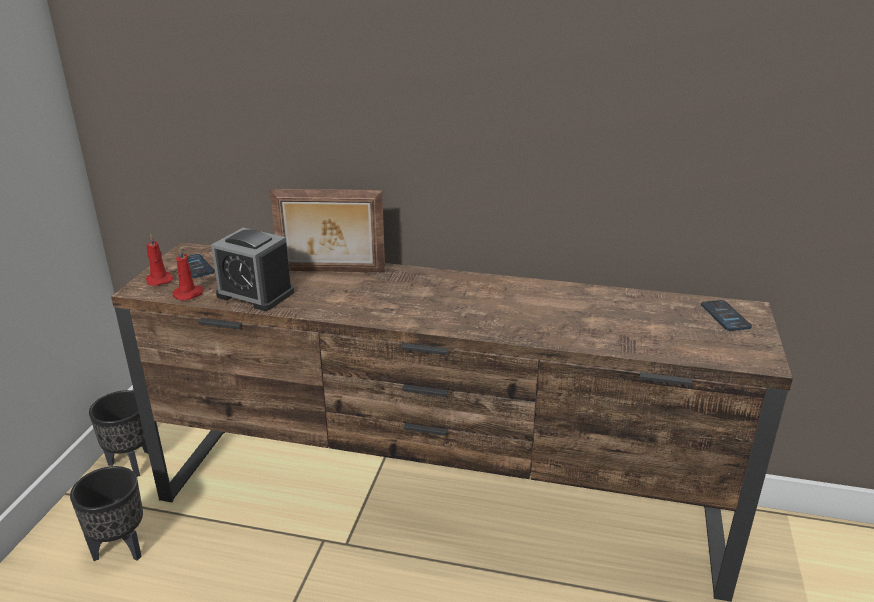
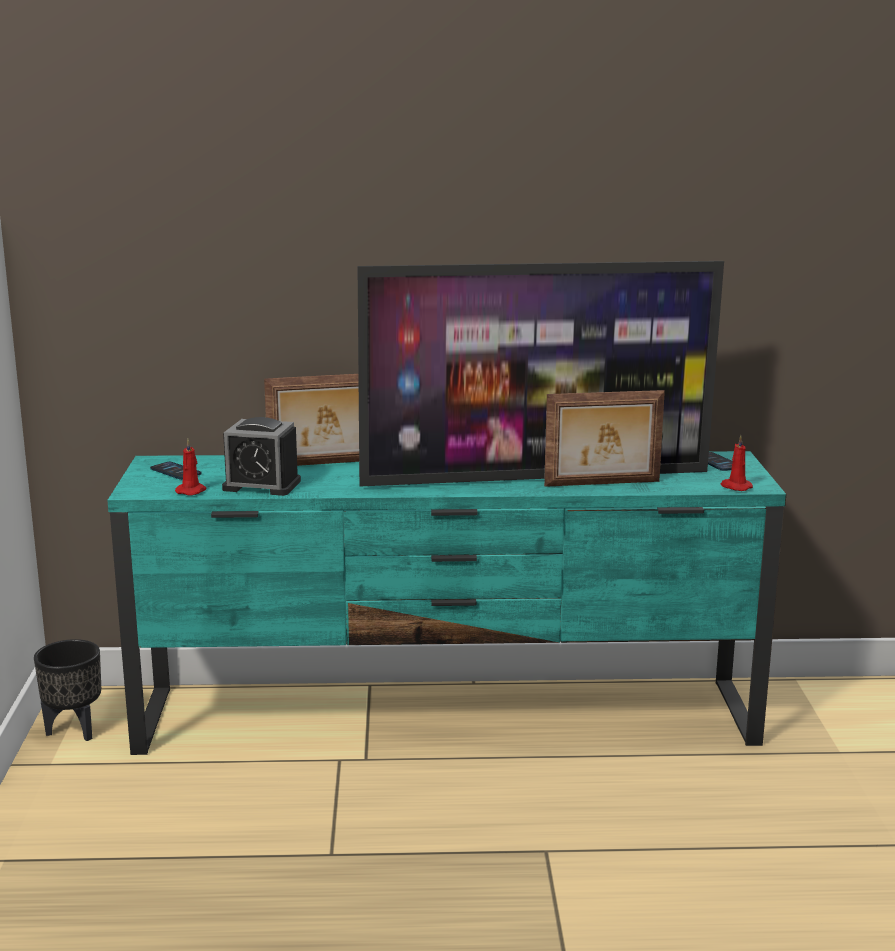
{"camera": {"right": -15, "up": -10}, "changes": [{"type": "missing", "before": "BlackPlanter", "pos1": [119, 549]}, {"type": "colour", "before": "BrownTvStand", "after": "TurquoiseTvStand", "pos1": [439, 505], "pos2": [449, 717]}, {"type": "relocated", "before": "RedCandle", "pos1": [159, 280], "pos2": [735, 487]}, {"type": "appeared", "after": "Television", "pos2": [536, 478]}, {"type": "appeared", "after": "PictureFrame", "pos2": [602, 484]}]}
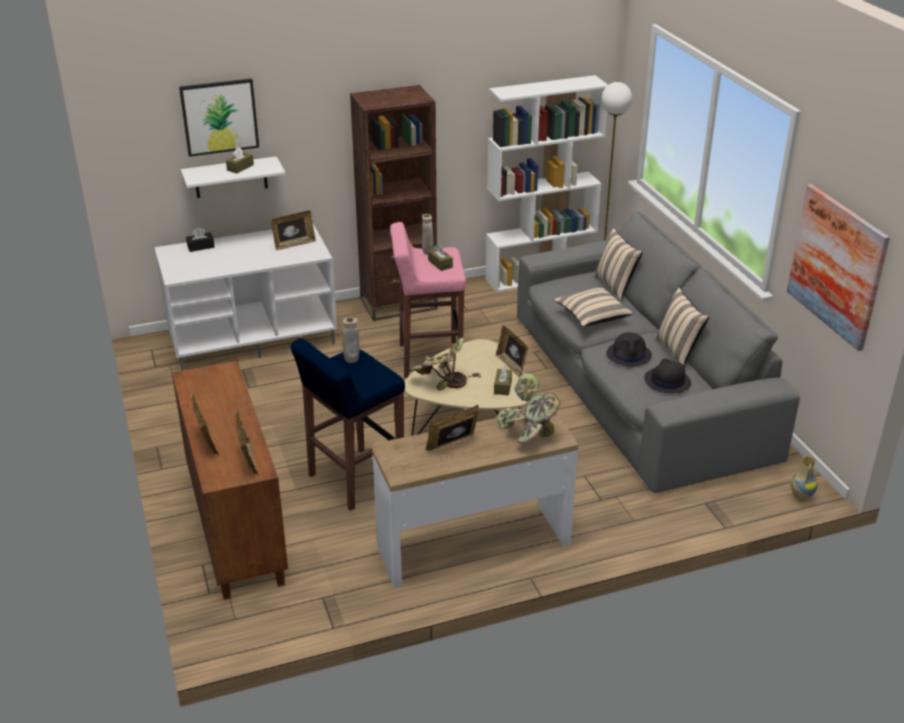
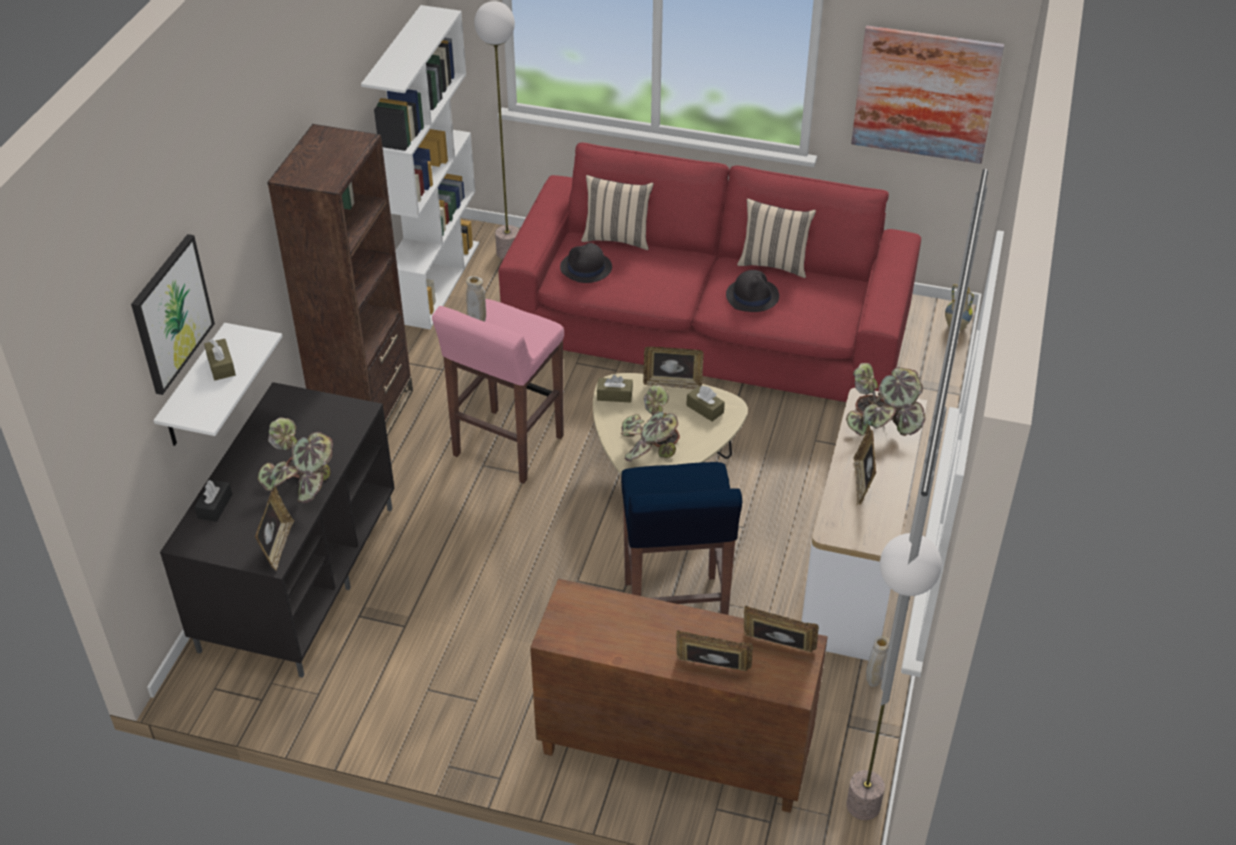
{"camera": {"right": -55, "up": 10}, "changes": [{"type": "colour", "before": "WhiteTvStand", "after": "BlackTvStand", "pos1": [253, 338], "pos2": [298, 575]}, {"type": "relocated", "before": "PictureFrame", "pos1": [294, 244], "pos2": [277, 546]}, {"type": "relocated", "before": "BeigeVase", "pos1": [351, 360], "pos2": [873, 681]}, {"type": "relocated", "before": "BrownTissueBox", "pos1": [440, 264], "pos2": [614, 395]}, {"type": "colour", "before": "GreySofa", "after": "RedSofa", "pos1": [635, 387], "pos2": [707, 329]}, {"type": "missing", "before": "BeigePillow", "pos1": [592, 317]}, {"type": "relocated", "before": "BlackHat", "pos1": [667, 381], "pos2": [586, 268]}, {"type": "appeared", "after": "PottedPlant", "pos2": [302, 484]}, {"type": "appeared", "after": "FloorLamp", "pos2": [862, 805]}]}
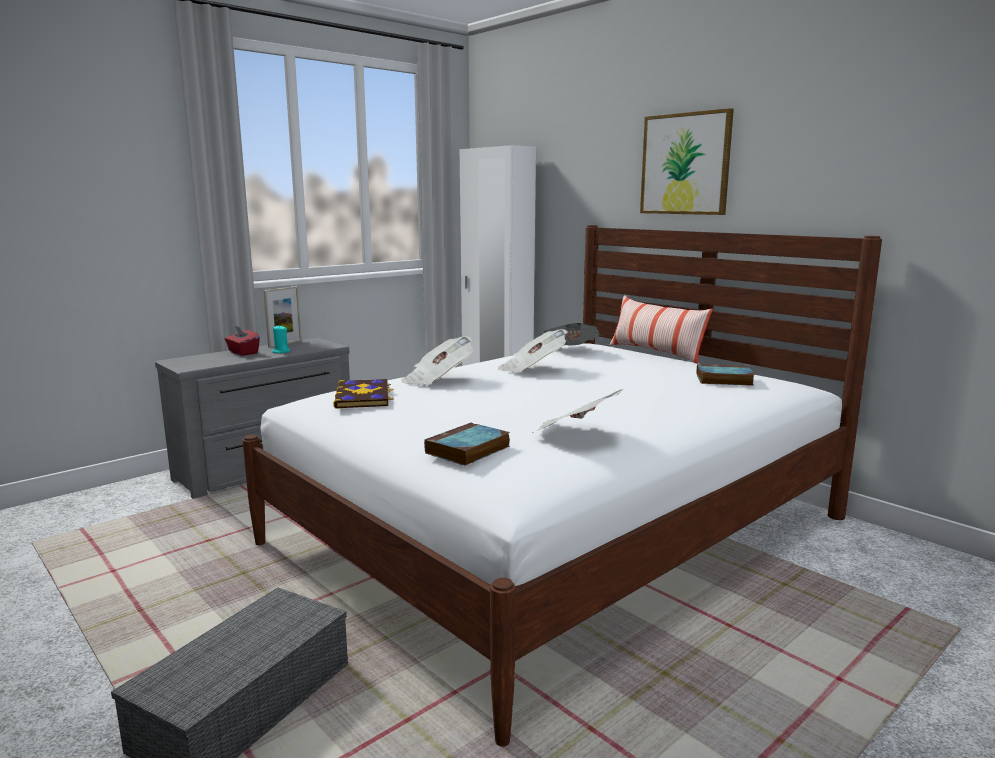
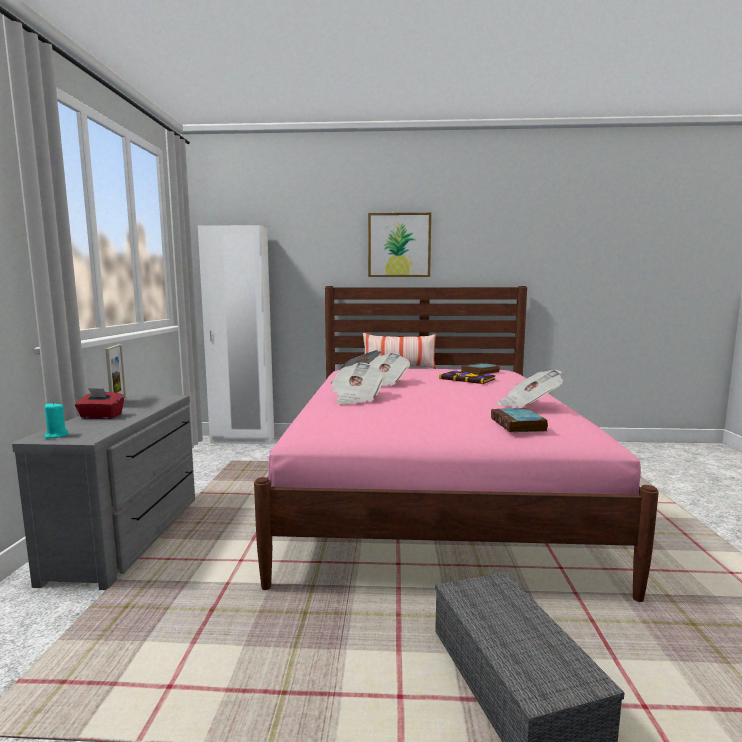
{"camera": {"right": -45, "up": -5}, "changes": [{"type": "colour", "before": "WhiteBed", "after": "PinkBed", "pos1": [560, 530], "pos2": [431, 491]}, {"type": "relocated", "before": "TurquoiseCandle", "pos1": [281, 352], "pos2": [56, 435]}, {"type": "relocated", "before": "Book", "pos1": [364, 396], "pos2": [467, 379]}]}
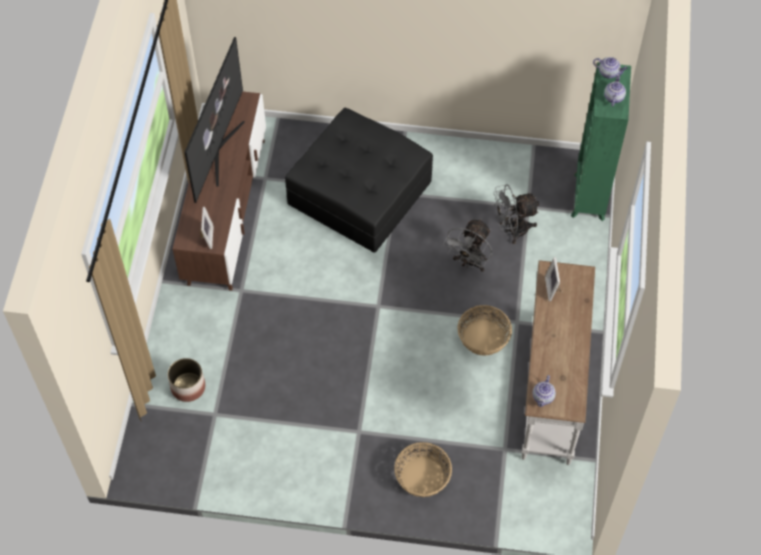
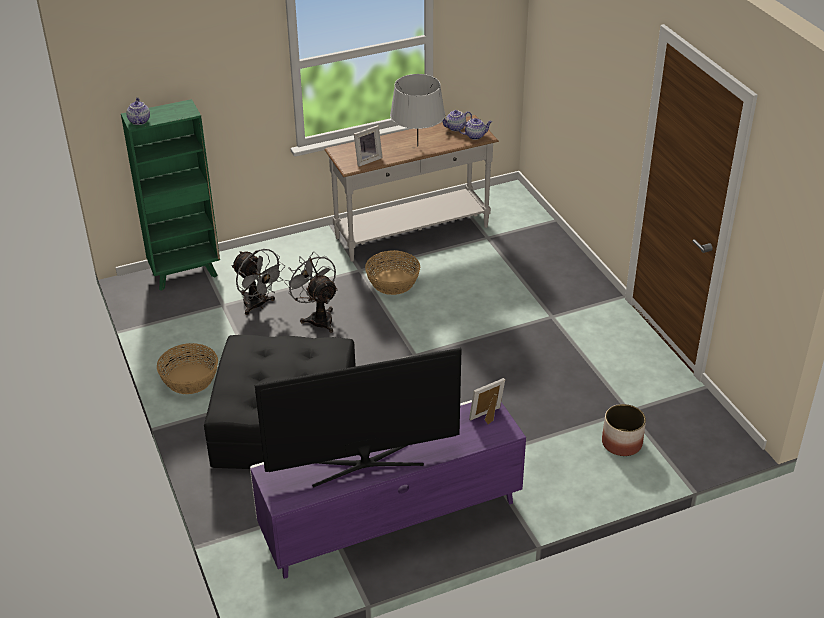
{"camera": {"right": -120, "up": -20}, "changes": [{"type": "colour", "before": "BrownTvStand", "after": "PurpleTvStand", "pos1": [226, 210], "pos2": [390, 519]}, {"type": "relocated", "before": "Basket", "pos1": [422, 477], "pos2": [190, 379]}, {"type": "spun", "before": "GreyFan", "pos1": [469, 262], "pos2": [317, 317], "turn": -120}, {"type": "relocated", "before": "Teapot", "pos1": [613, 97], "pos2": [455, 128]}, {"type": "appeared", "after": "GreyTableLamp", "pos2": [418, 146]}]}
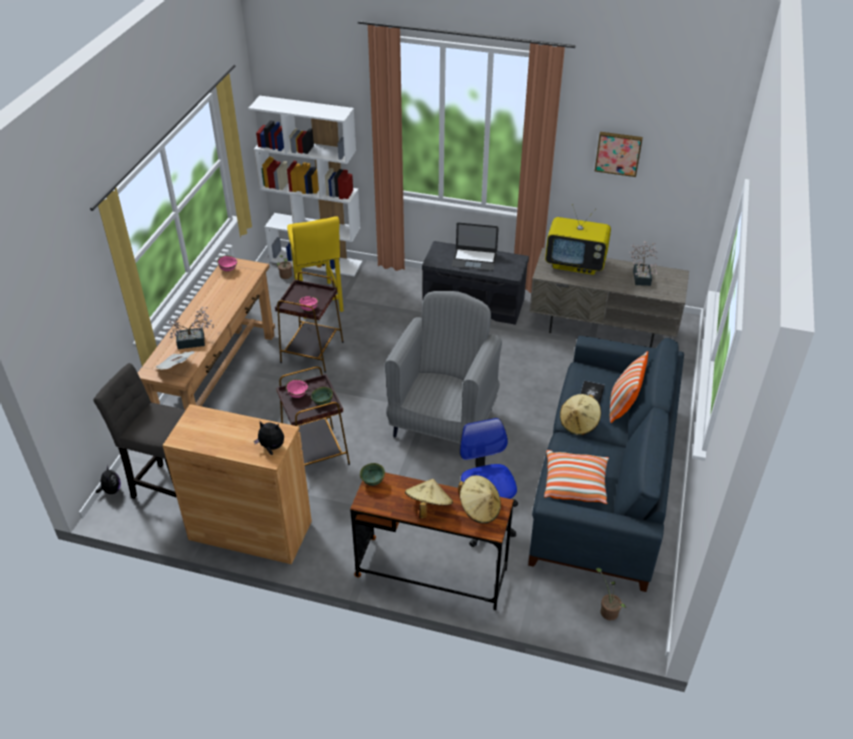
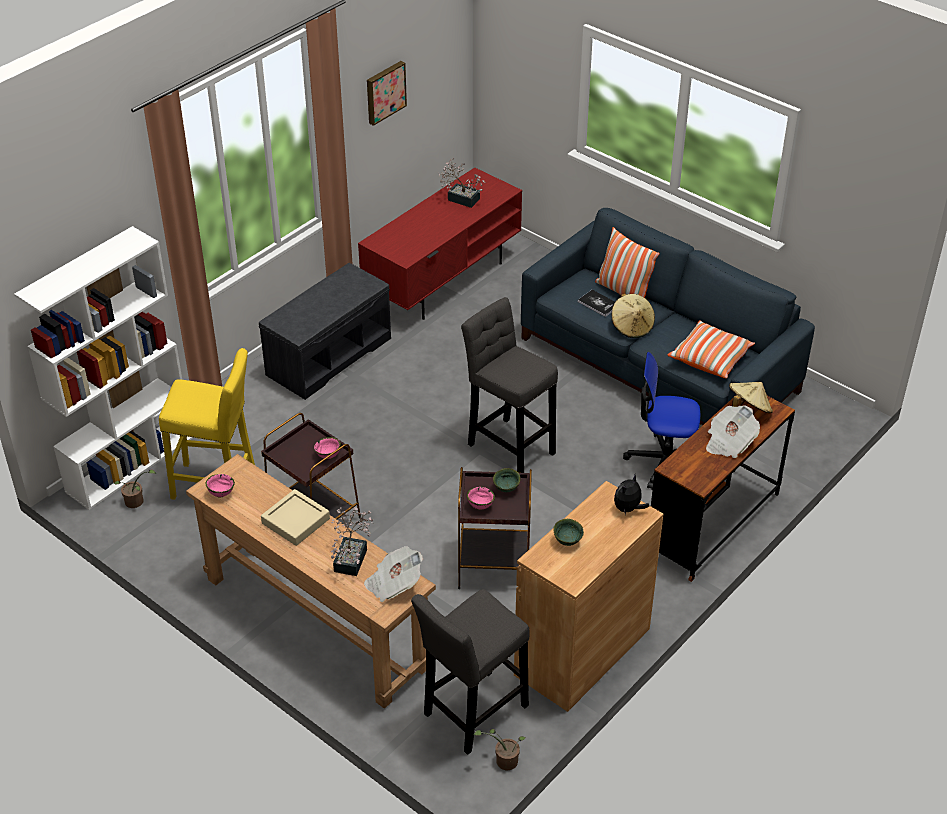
{"camera": {"right": -65, "up": 0}, "changes": [{"type": "missing", "before": "PlushToy", "pos1": [111, 490]}, {"type": "relocated", "before": "GreenBowl", "pos1": [373, 481], "pos2": [567, 541]}, {"type": "exchanged", "before": "GreyArmchair", "after": "GreyStool", "pos1": [444, 421], "pos2": [508, 445]}, {"type": "exchanged", "before": "BeigeHat", "after": "Newspaper", "pos1": [428, 507], "pos2": [729, 442]}, {"type": "missing", "before": "Laptop", "pos1": [474, 259]}, {"type": "colour", "before": "GreyTvStand", "after": "RedTvStand", "pos1": [603, 327], "pos2": [443, 279]}, {"type": "missing", "before": "Television", "pos1": [576, 264]}, {"type": "relocated", "before": "PottedPlant", "pos1": [608, 610], "pos2": [503, 760]}, {"type": "appeared", "after": "BeigeTray", "pos2": [295, 521]}]}
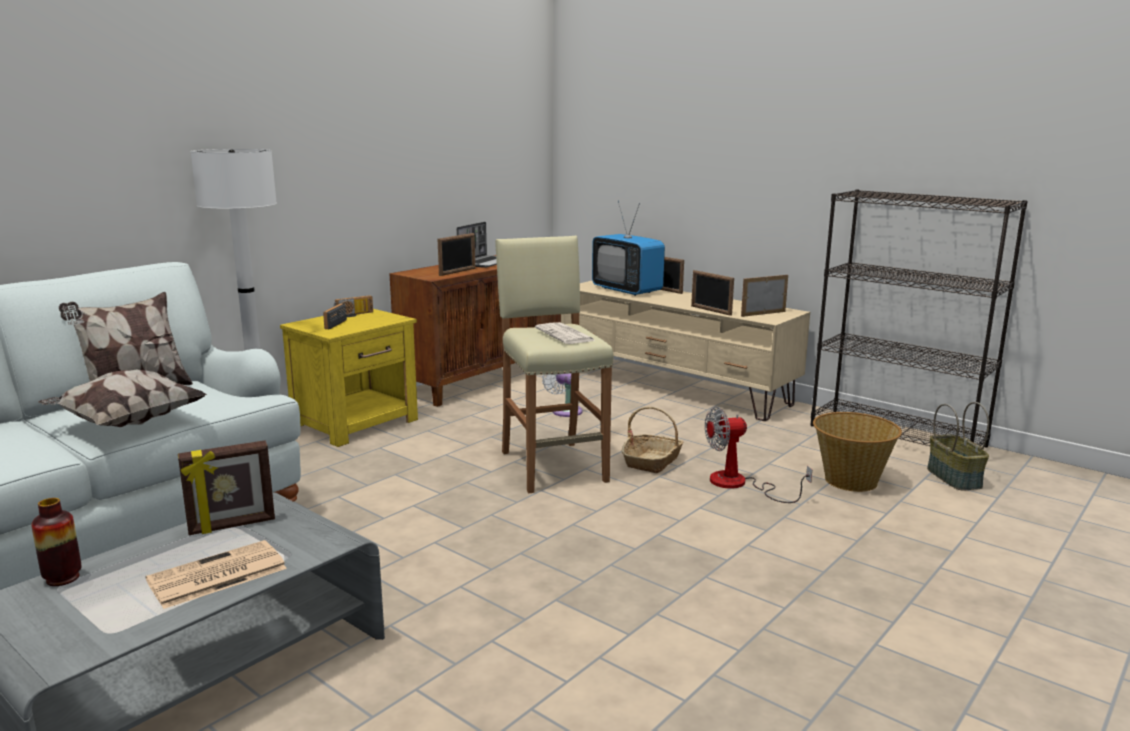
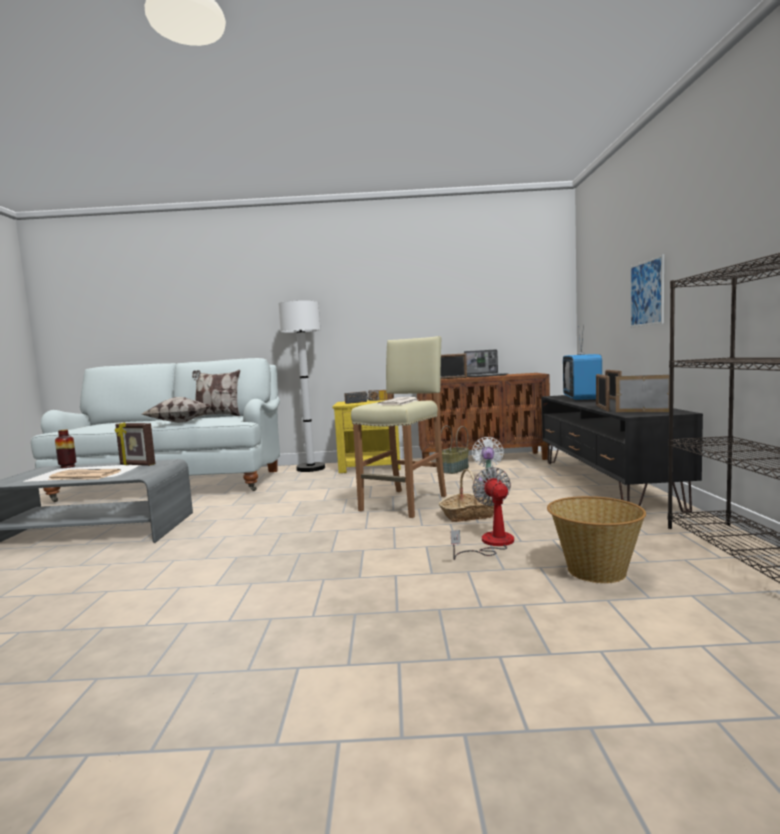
{"camera": {"right": 50, "up": -10}, "changes": [{"type": "colour", "before": "BeigeTvStand", "after": "BlackTvStand", "pos1": [675, 387], "pos2": [605, 482]}, {"type": "spun", "before": "Fan", "pos1": [740, 484], "pos2": [491, 544], "turn": 45}, {"type": "relocated", "before": "Basket", "pos1": [955, 478], "pos2": [455, 470]}, {"type": "appeared", "after": "Picture", "pos2": [646, 293]}]}
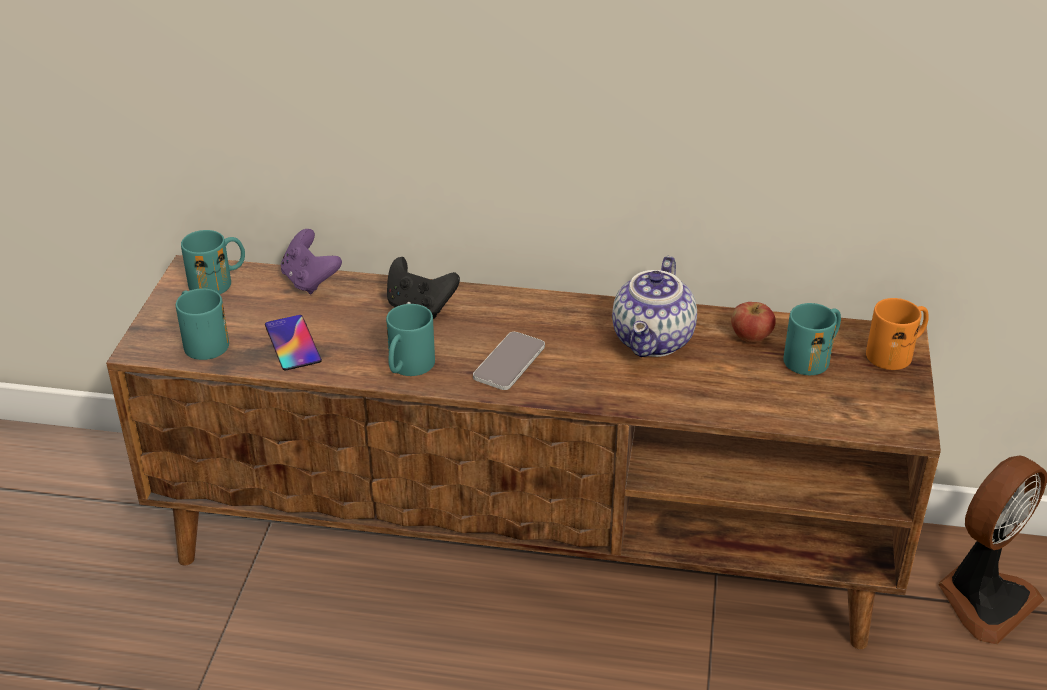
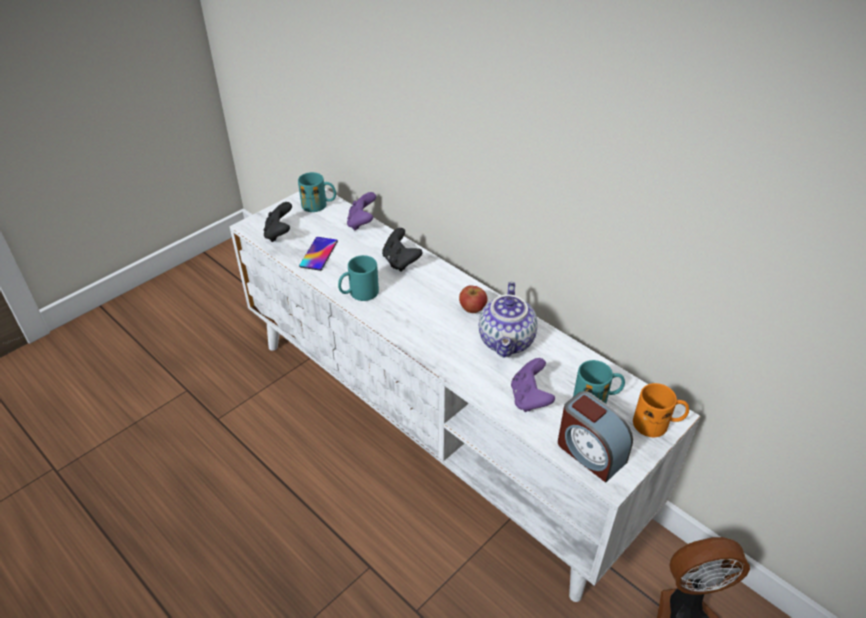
{"camera": {"right": 35, "up": 5}, "changes": [{"type": "colour", "before": "BrownTvStand", "after": "WhiteTvStand", "pos1": [526, 547], "pos2": [435, 428]}, {"type": "exchanged", "before": "TurquoiseMug", "after": "BlackGameController", "pos1": [201, 341], "pos2": [279, 234]}, {"type": "missing", "before": "Phone", "pos1": [509, 362]}, {"type": "spun", "before": "Teapot", "pos1": [654, 341], "pos2": [507, 341], "turn": -45}, {"type": "relocated", "before": "Apple", "pos1": [750, 337], "pos2": [472, 309]}, {"type": "appeared", "after": "PurpleGameController", "pos2": [529, 398]}, {"type": "appeared", "after": "AlarmClock", "pos2": [590, 452]}]}
